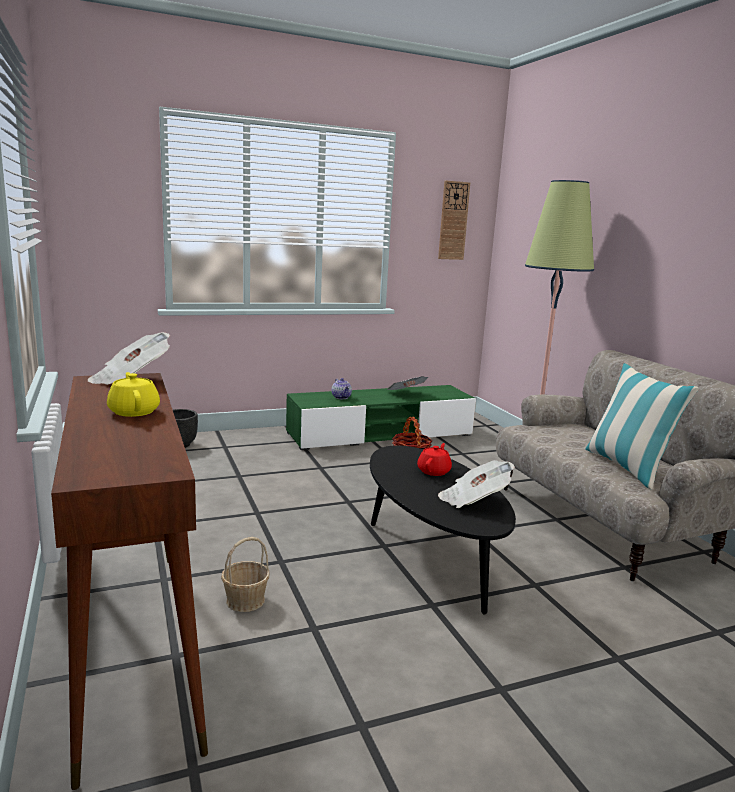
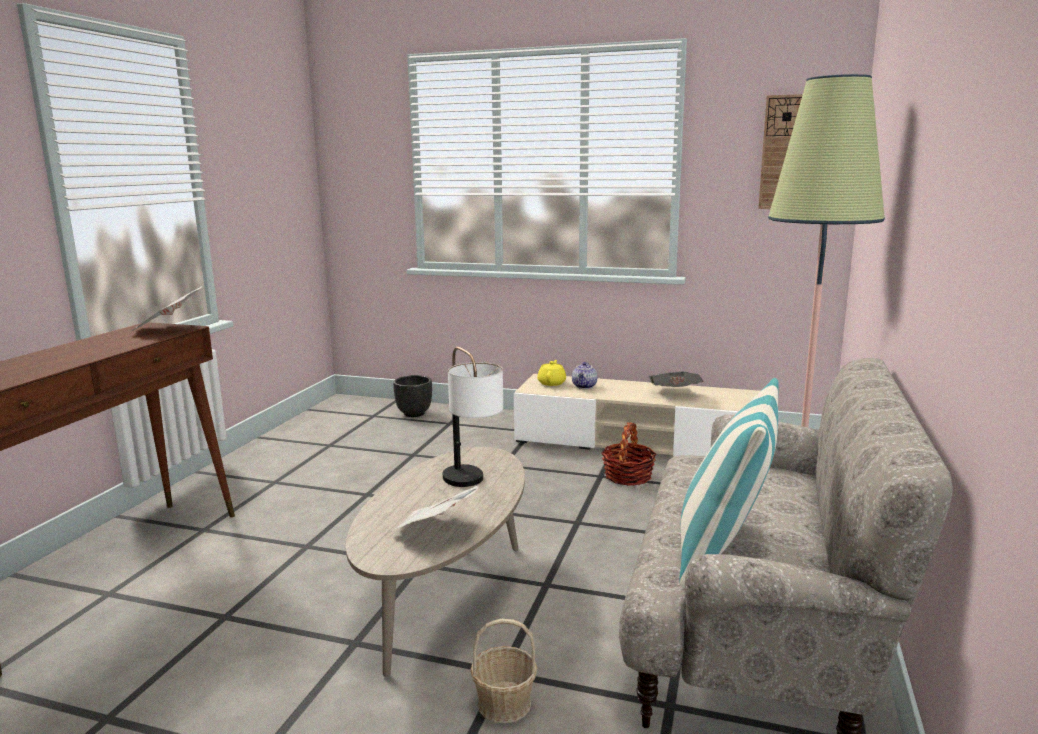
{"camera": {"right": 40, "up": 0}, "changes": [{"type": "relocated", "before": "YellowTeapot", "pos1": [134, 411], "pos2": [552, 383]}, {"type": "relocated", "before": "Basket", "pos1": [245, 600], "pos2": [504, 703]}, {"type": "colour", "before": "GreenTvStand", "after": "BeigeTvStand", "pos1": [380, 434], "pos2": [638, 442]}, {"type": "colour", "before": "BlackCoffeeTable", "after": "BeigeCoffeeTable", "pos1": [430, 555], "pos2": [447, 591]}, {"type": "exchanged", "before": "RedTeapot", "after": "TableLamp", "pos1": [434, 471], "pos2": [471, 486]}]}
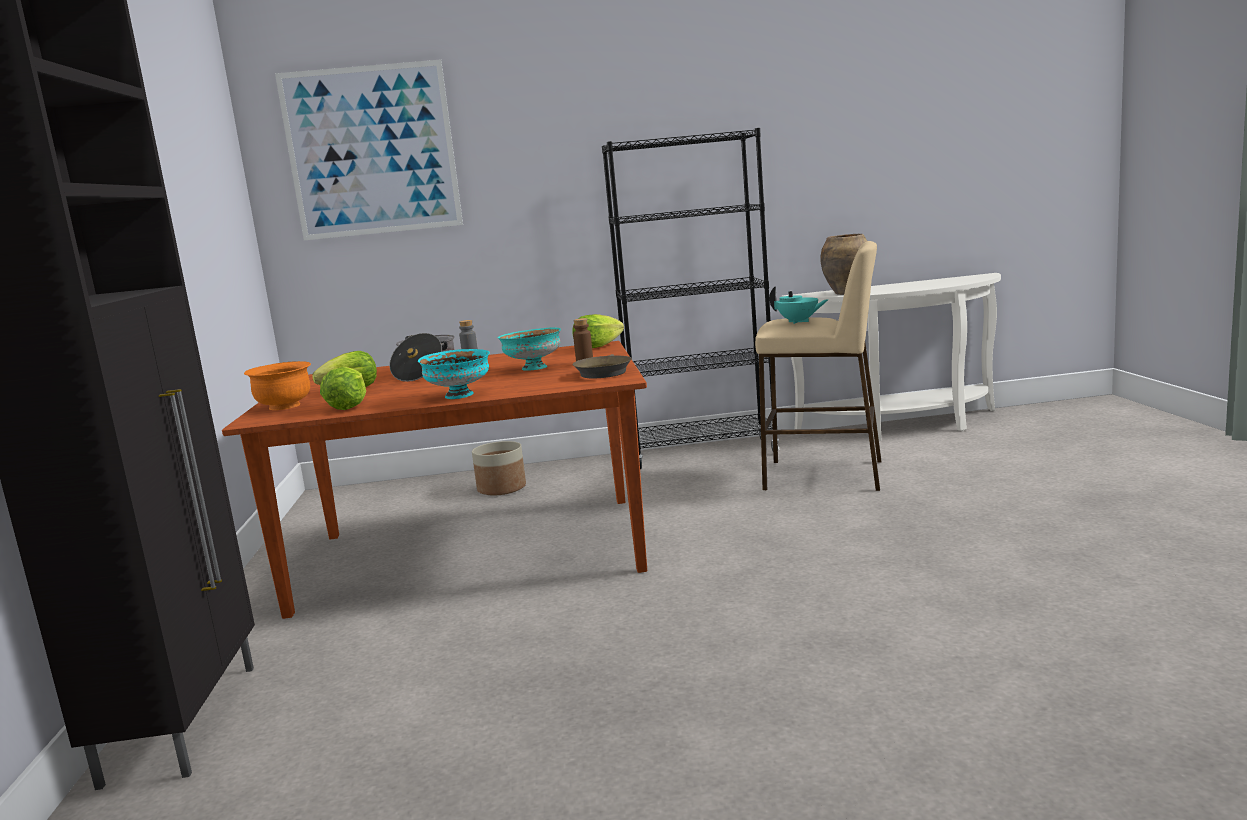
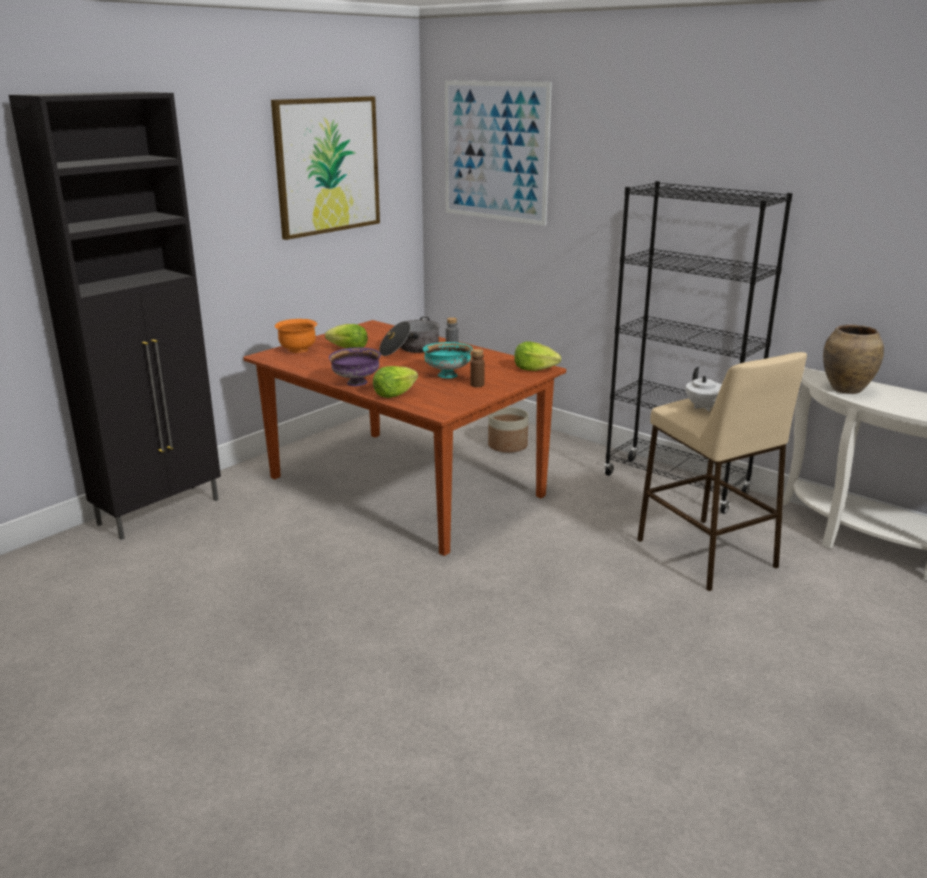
{"camera": {"right": 45, "up": 10}, "changes": [{"type": "relocated", "before": "Lettuce", "pos1": [348, 406], "pos2": [394, 394]}, {"type": "colour", "before": "TurquoiseBowl", "after": "PurpleBowl", "pos1": [460, 396], "pos2": [356, 383]}, {"type": "missing", "before": "BrownFryingPan", "pos1": [603, 372]}, {"type": "colour", "before": "TurquoiseTeapot", "after": "WhiteTeapot", "pos1": [798, 322], "pos2": [704, 407]}, {"type": "appeared", "after": "Picture", "pos2": [327, 166]}]}
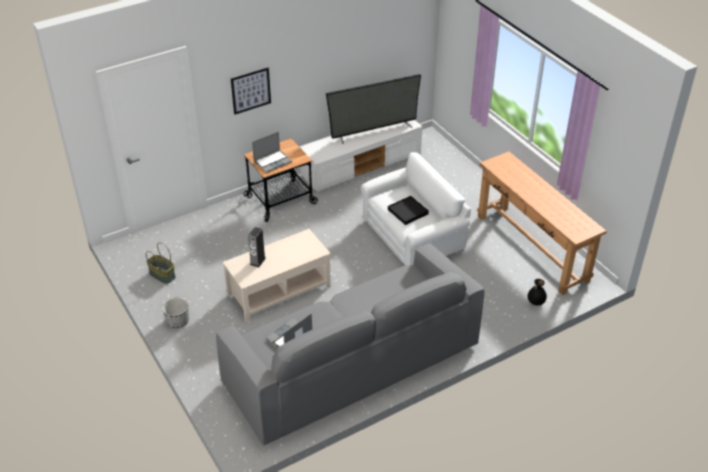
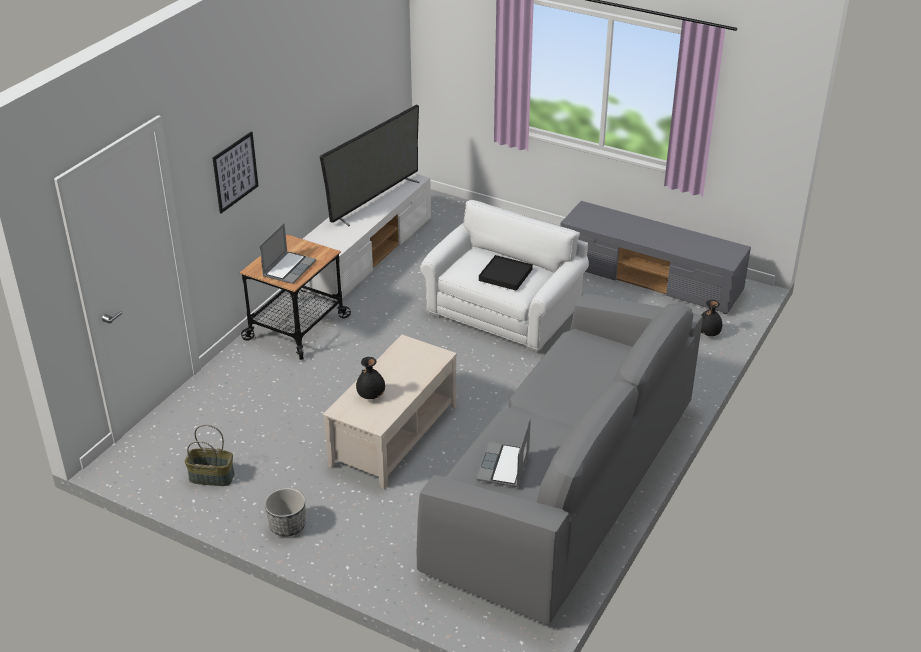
{"camera": {"right": -30, "up": -5}, "changes": [{"type": "exchanged", "before": "Speaker", "after": "BlackVase", "pos1": [257, 261], "pos2": [371, 395]}, {"type": "exchanged", "before": "BrownConsoleTable", "after": "GreyTvStand", "pos1": [531, 248], "pos2": [650, 279]}]}
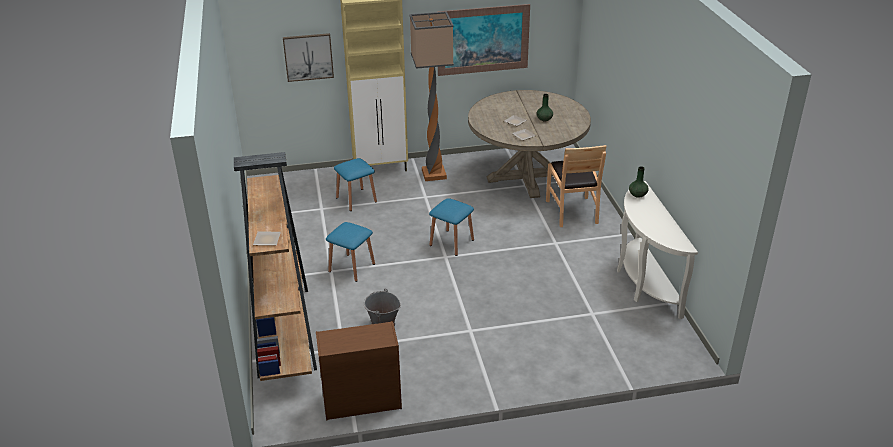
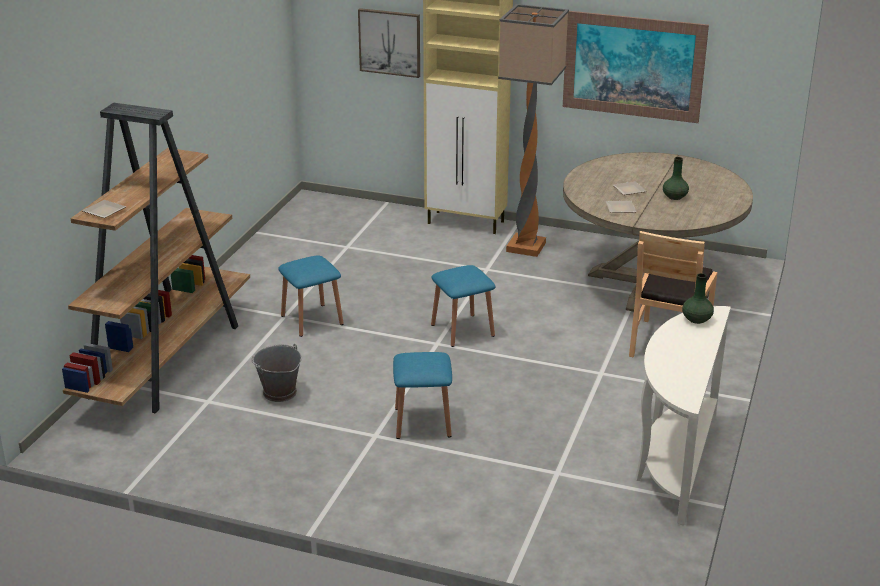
{"camera": {"right": 30, "up": -5}, "changes": [{"type": "missing", "before": "BrownDresser", "pos1": [361, 402]}, {"type": "relocated", "before": "BlueStool", "pos1": [356, 199], "pos2": [422, 422]}]}
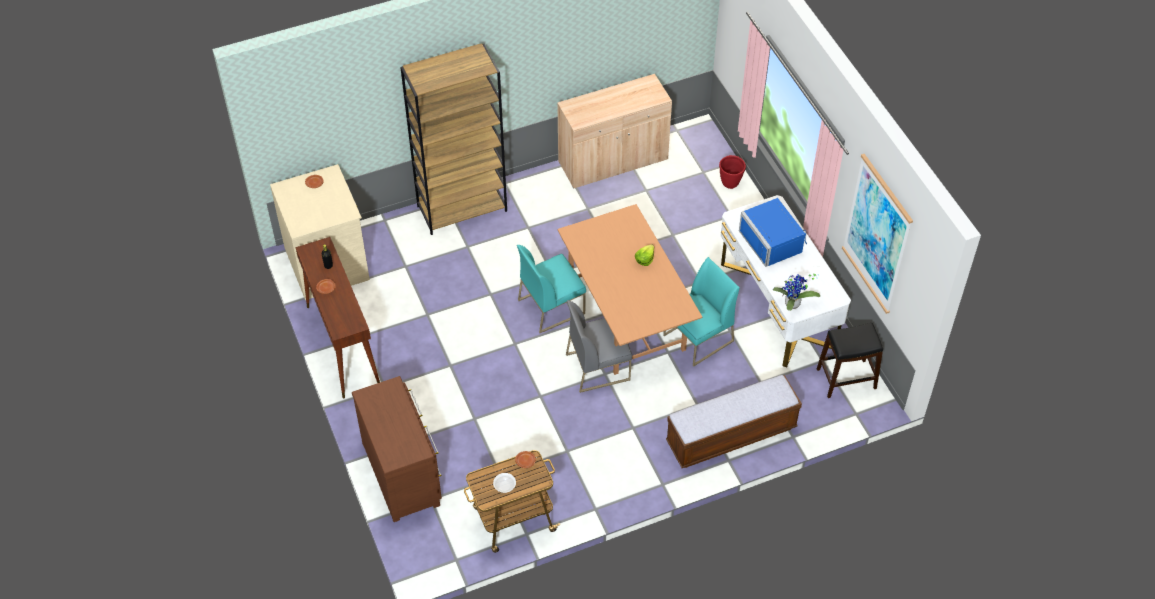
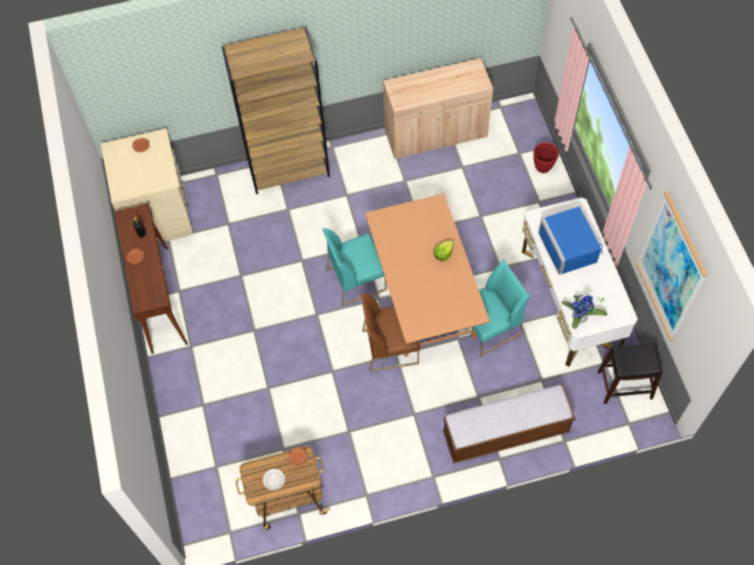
{"camera": {"right": 10, "up": 10}, "changes": [{"type": "missing", "before": "BrownDresser", "pos1": [403, 472]}, {"type": "colour", "before": "GreyChair", "after": "BrownChair", "pos1": [598, 366], "pos2": [390, 346]}]}
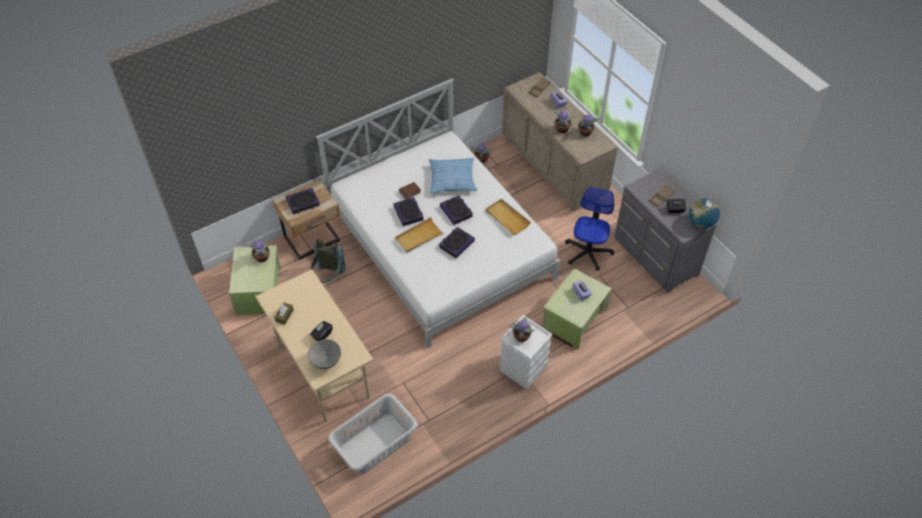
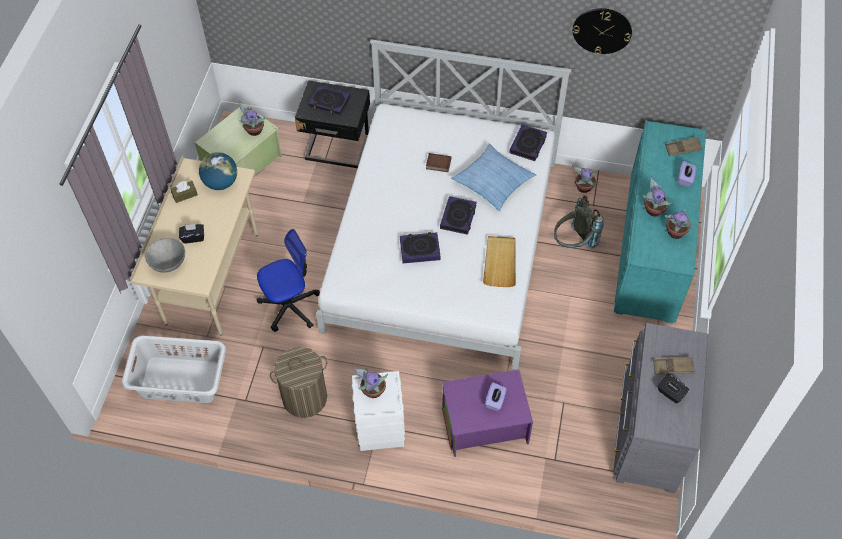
{"camera": {"right": 45, "up": 5}, "changes": [{"type": "colour", "before": "BeigeNightstand", "after": "BlackNightstand", "pos1": [313, 240], "pos2": [337, 150]}, {"type": "relocated", "before": "GreyBackpack", "pos1": [328, 277], "pos2": [573, 243]}, {"type": "relocated", "before": "Book", "pos1": [408, 213], "pos2": [528, 145]}, {"type": "missing", "before": "BeigeTray", "pos1": [419, 236]}, {"type": "colour", "before": "BeigeDresser", "after": "TurquoiseDresser", "pos1": [553, 167], "pos2": [650, 251]}, {"type": "colour", "before": "GreenStorageBox", "after": "PurpleStorageBox", "pos1": [573, 319], "pos2": [484, 423]}, {"type": "relocated", "before": "OfficeChair", "pos1": [588, 252], "pos2": [290, 306]}, {"type": "relocated", "before": "Globe", "pos1": [701, 223], "pos2": [221, 182]}, {"type": "appeared", "after": "LaundryBasket", "pos2": [305, 397]}, {"type": "appeared", "after": "WallClock", "pos2": [602, 30]}]}
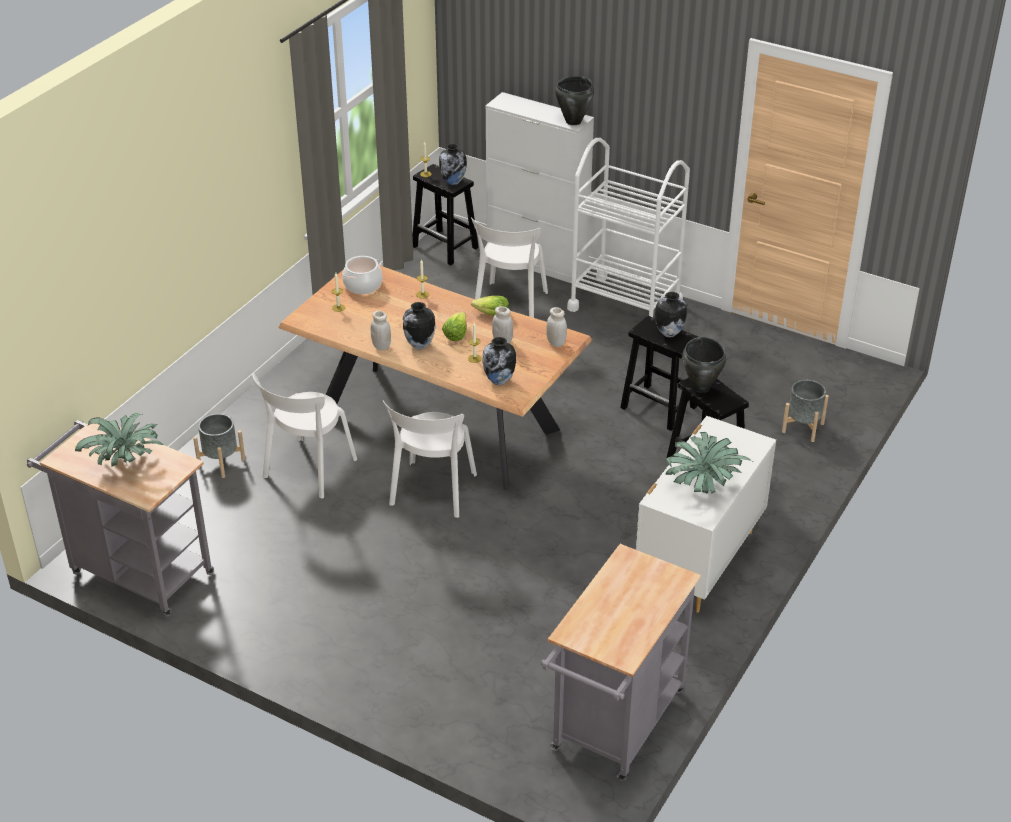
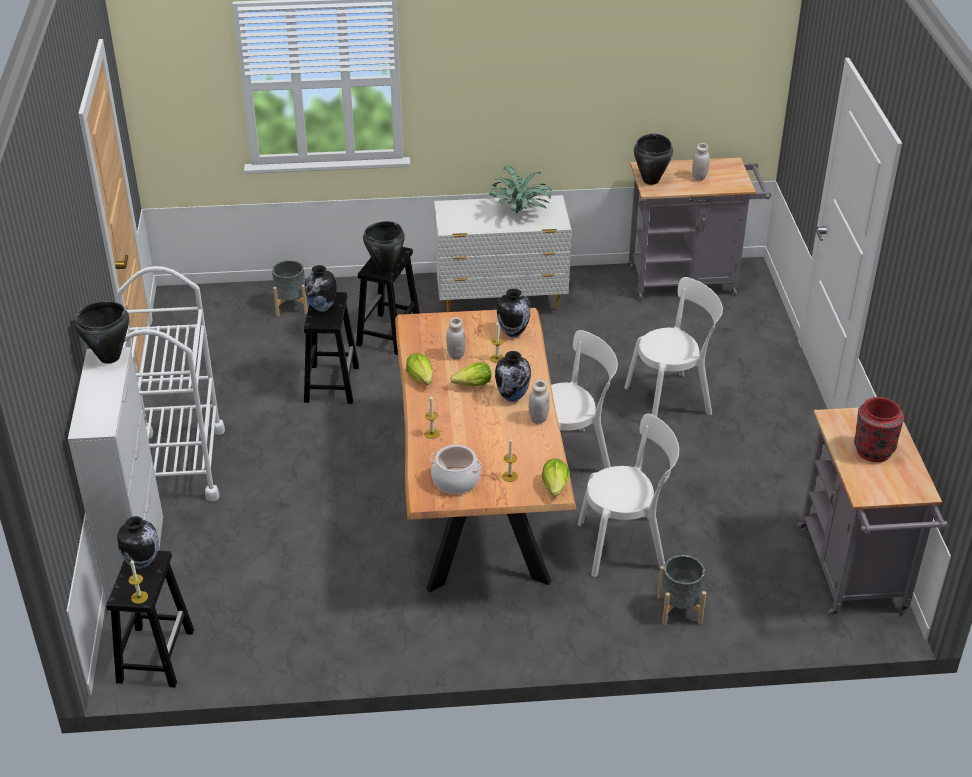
{"camera": {"right": -125, "up": 0}, "changes": [{"type": "exchanged", "before": "PottedPlant", "after": "RedVase", "pos1": [126, 462], "pos2": [872, 450]}, {"type": "relocated", "before": "WhiteChair", "pos1": [509, 305], "pos2": [672, 399]}, {"type": "relocated", "before": "WhiteJar", "pos1": [556, 343], "pos2": [699, 177]}, {"type": "appeared", "after": "Lettuce", "pos2": [555, 486]}, {"type": "appeared", "after": "BlackCookingPot", "pos2": [651, 180]}]}
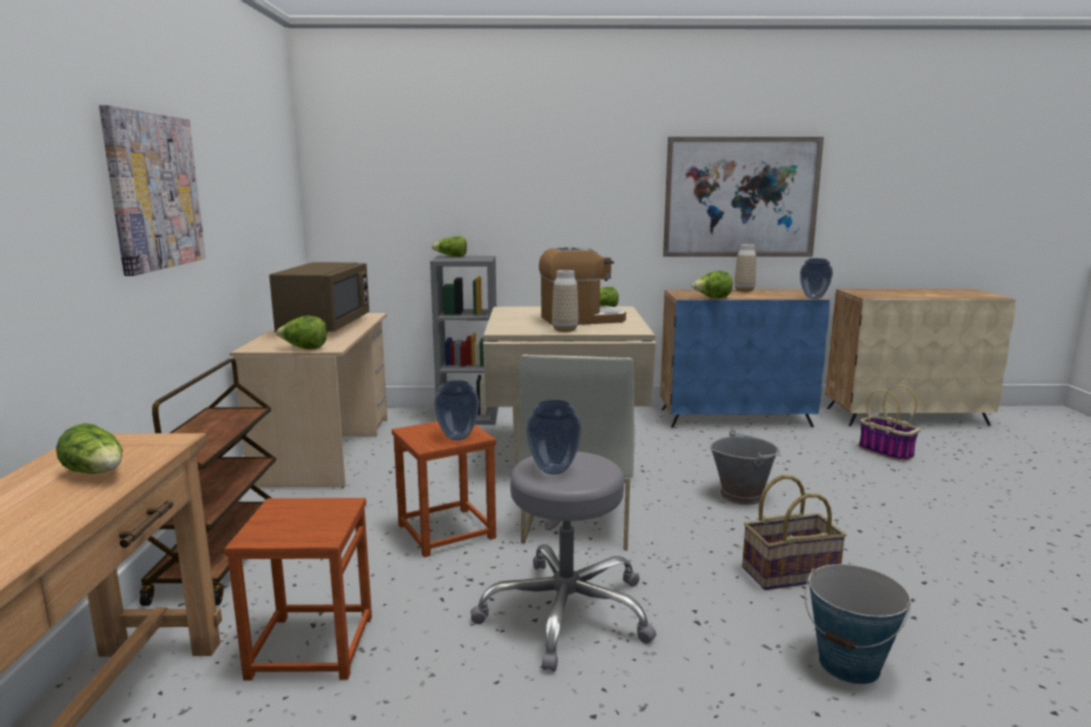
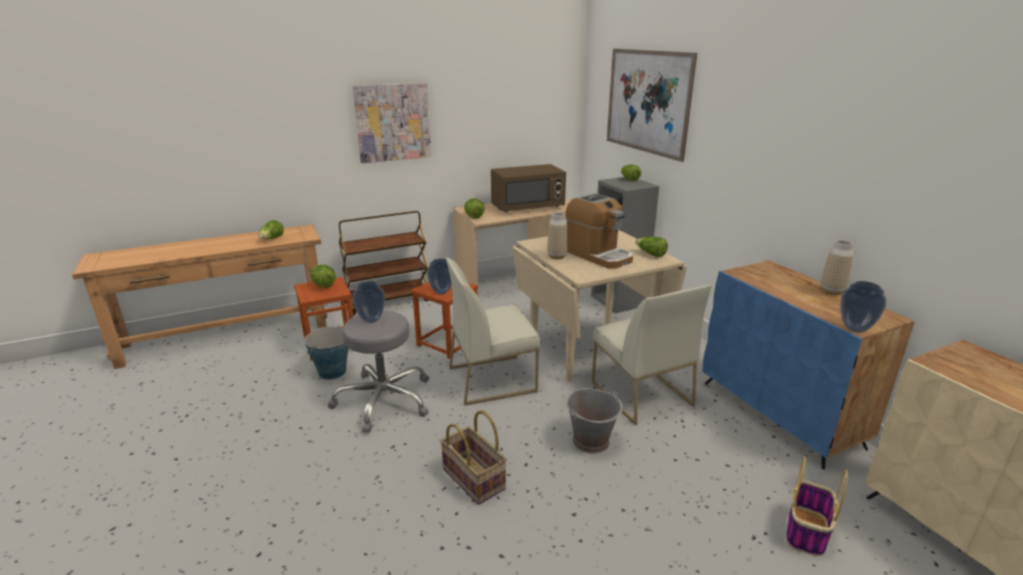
{"camera": {"right": 65, "up": 10}, "changes": [{"type": "relocated", "before": "Picture", "pos1": [741, 197], "pos2": [647, 102]}, {"type": "relocated", "before": "Lettuce", "pos1": [712, 298], "pos2": [323, 285]}, {"type": "relocated", "before": "Bucket", "pos1": [849, 665], "pos2": [332, 372]}, {"type": "appeared", "after": "WhiteChair", "pos2": [640, 394]}]}
